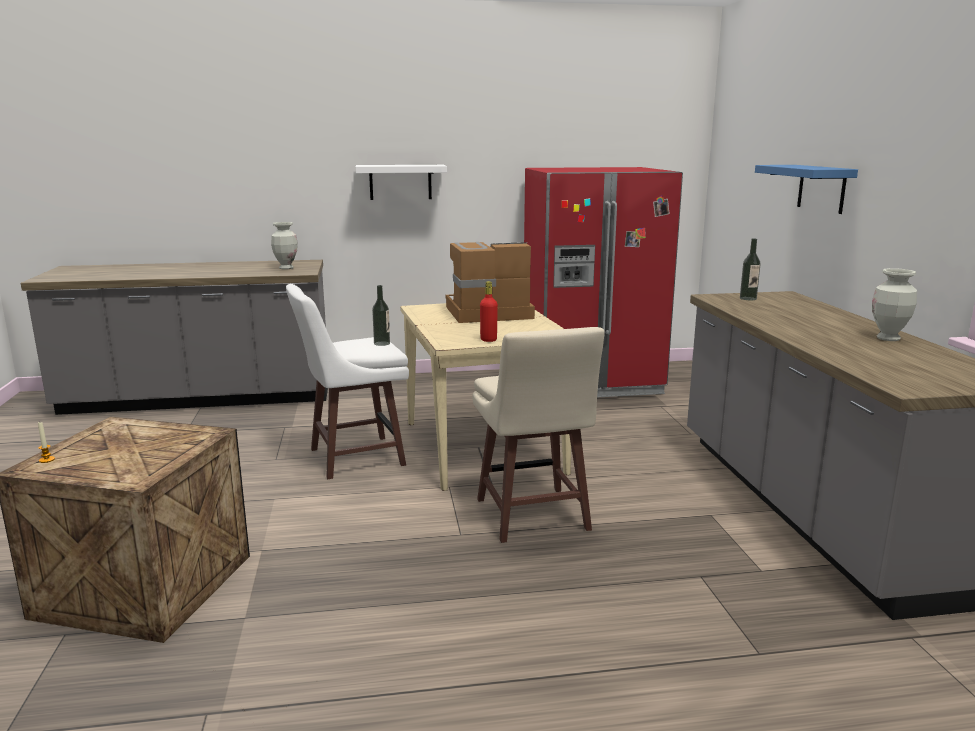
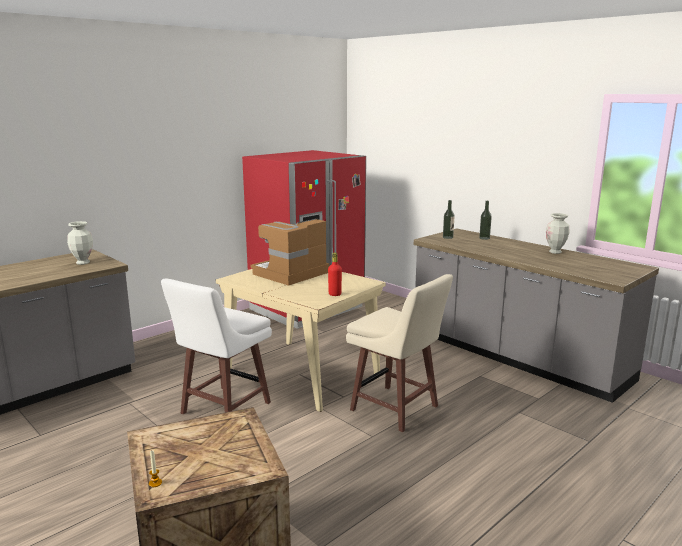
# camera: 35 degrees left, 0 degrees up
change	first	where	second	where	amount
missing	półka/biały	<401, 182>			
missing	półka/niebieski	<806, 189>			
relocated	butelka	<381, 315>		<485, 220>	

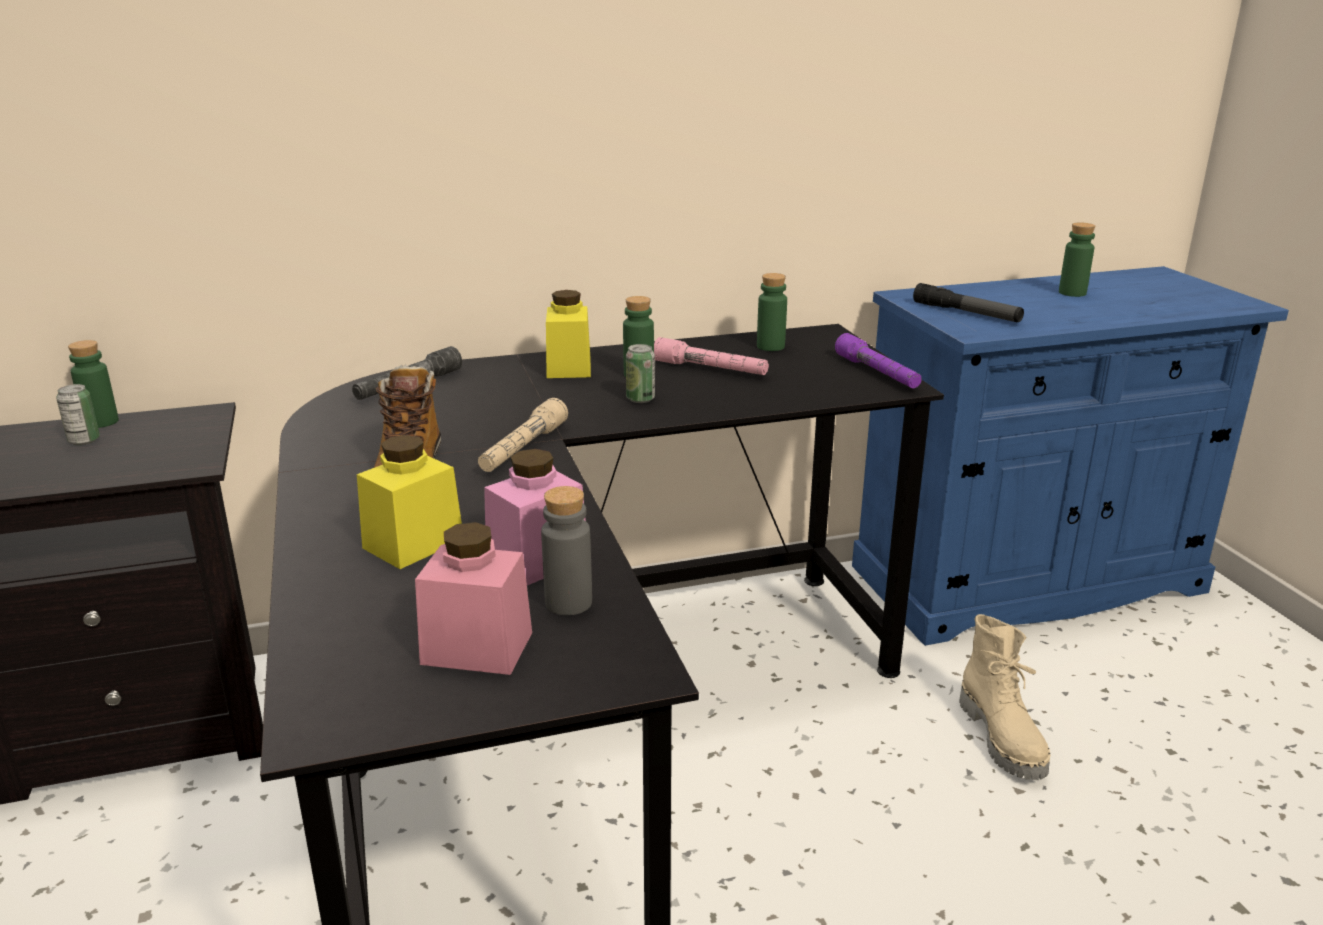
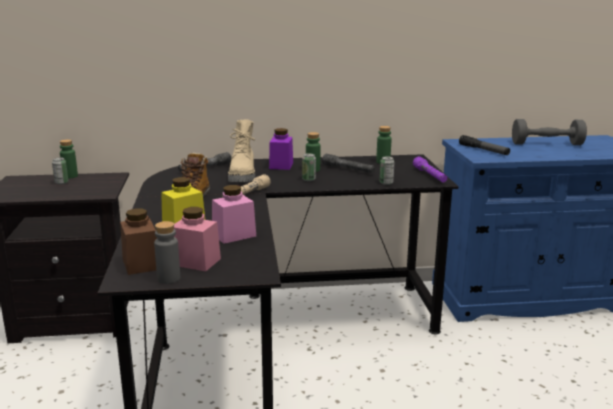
# camera: 10 degrees right, 5 degrees down
change	first	where	second	where	amount
appeared			słoik/brązowy	<138, 242>	
appeared			puszka	<387, 170>	
relocated	butelka/szary	<566, 550>		<167, 252>	
relocated	but z cholewką/beżowy	<1004, 697>		<242, 150>	
exchanged	butelka/zielony	<1077, 259>	hantel/szary	<549, 132>	
colour	słoik/żółty	<568, 334>	słoik/fioletowy	<281, 149>	
colour	latarka/różowy	<711, 356>	latarka/szary	<348, 163>	

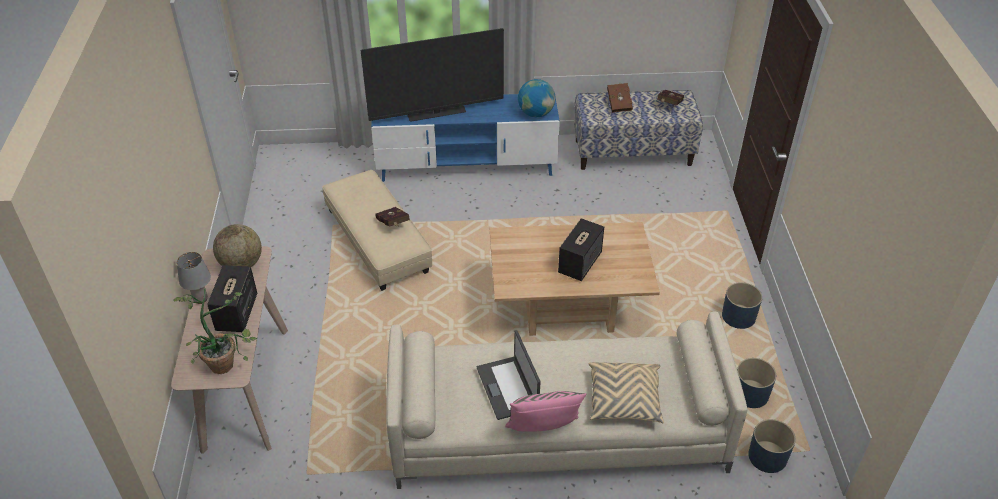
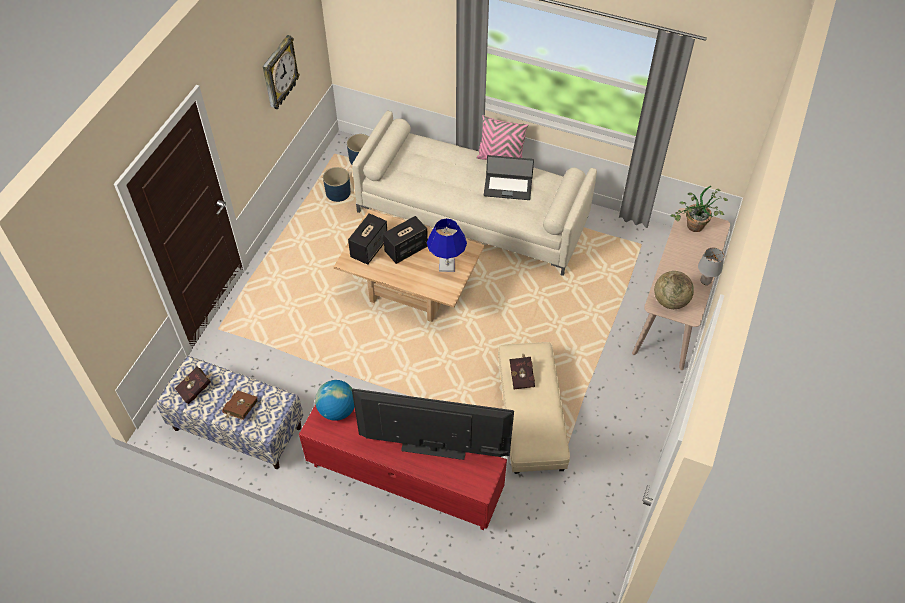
# camera: 155 degrees left, 10 degrees up
change	first	where	second	where	amount
missing	poduszka/beżowy	<626, 392>			
missing	donica/niebieski	<742, 305>			
appeared			zegar ścienny	<281, 72>	
appeared			lampa stołowa/niebieski	<447, 245>	
relocated	głośnik	<232, 298>		<367, 239>	
colour	szafka pod telewizor/niebieski	<465, 138>	szafka pod telewizor/czerwony	<403, 467>	
spun	laptop	<508, 375>		<509, 177>	90 degrees clockwise

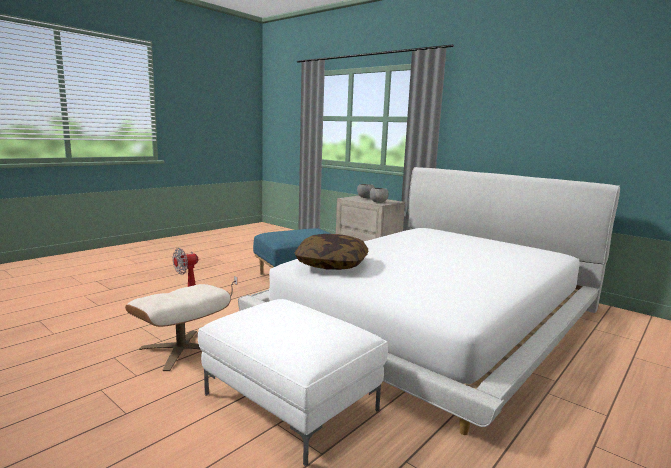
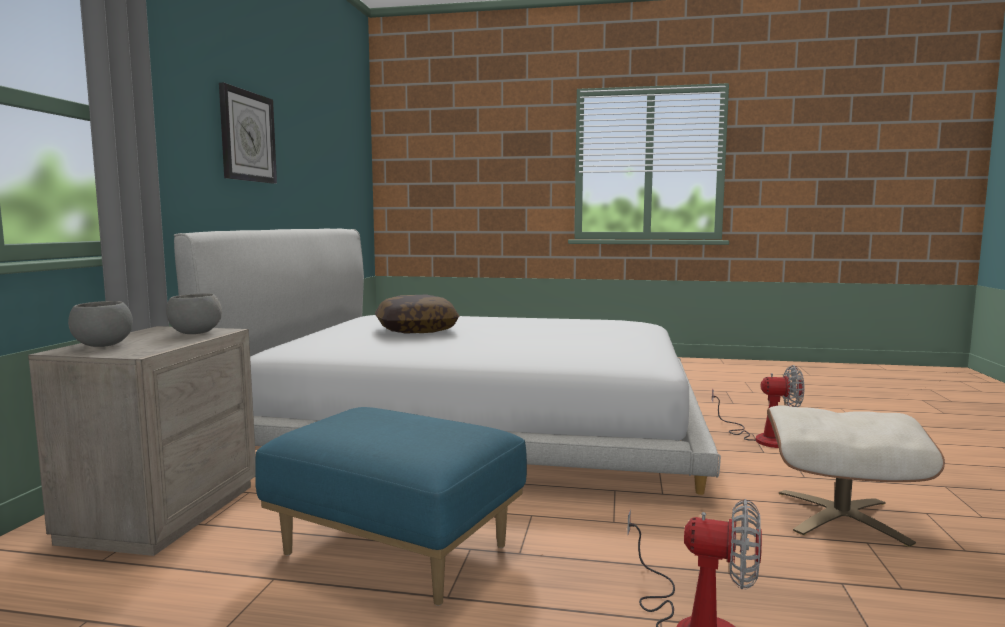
# camera: 120 degrees left, 5 degrees down
change	first	where	second	where	amount
appeared			zegar ścienny	<248, 133>	
relocated	poduszka	<331, 252>		<417, 314>	
exchanged	pufa/biały	<293, 382>	wentylator	<758, 406>	

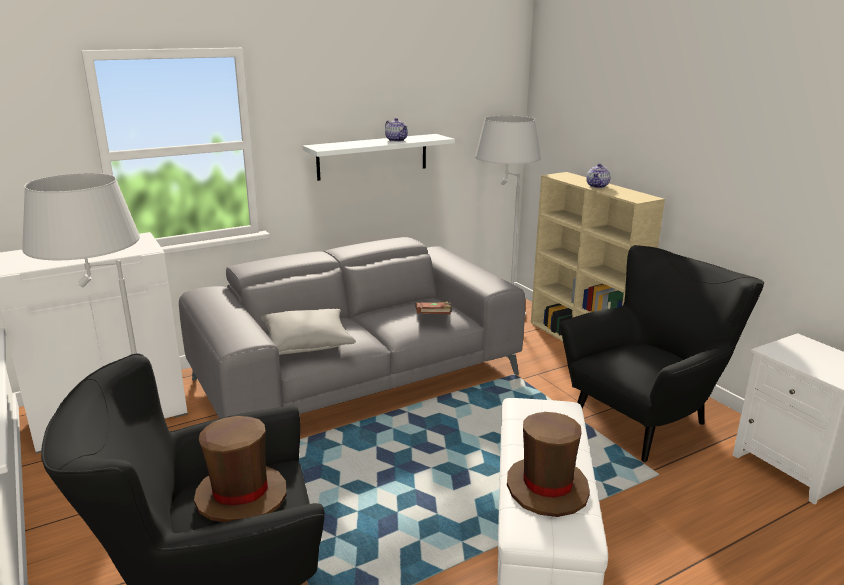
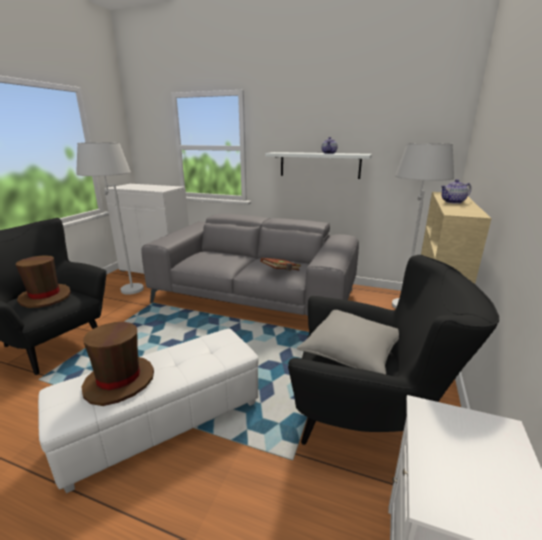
# camera: 50 degrees right, 0 degrees up
change	first	where	second	where	amount
relocated	poduszka/szary	<308, 332>		<348, 342>	

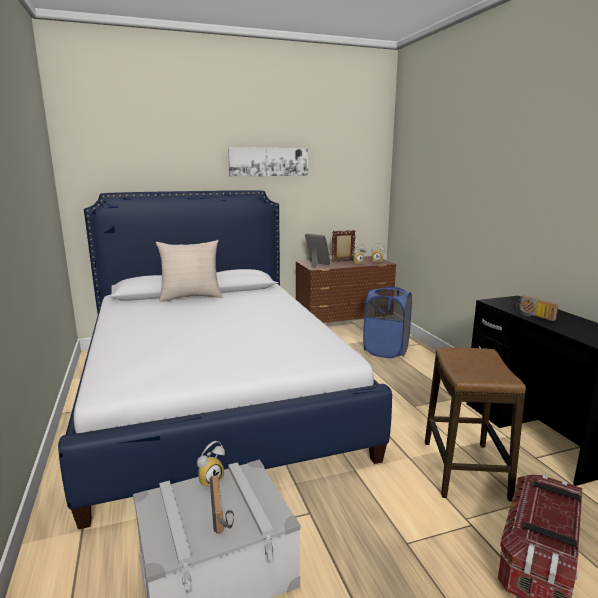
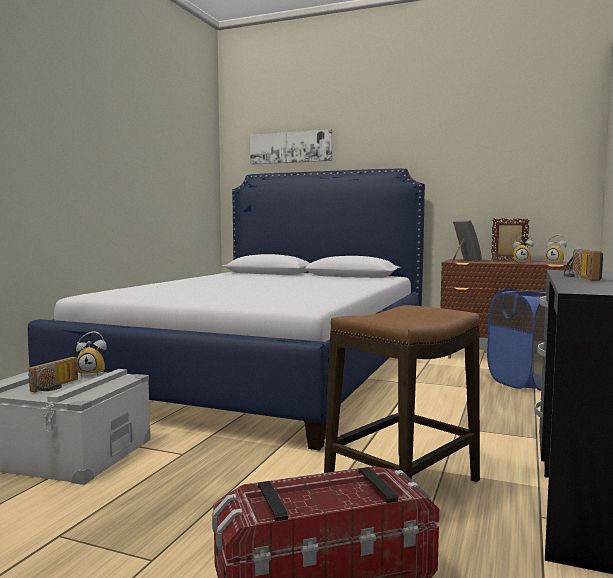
# camera: 40 degrees right, 10 degrees down
change	first	where	second	where	amount
missing	poduszka/beżowy	<189, 271>			
relocated	obraz	<268, 161>		<291, 147>	

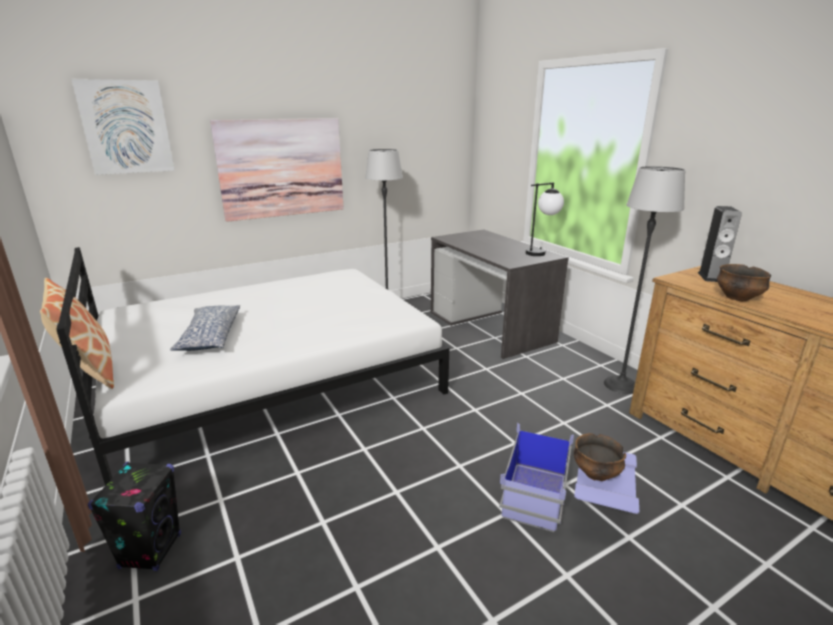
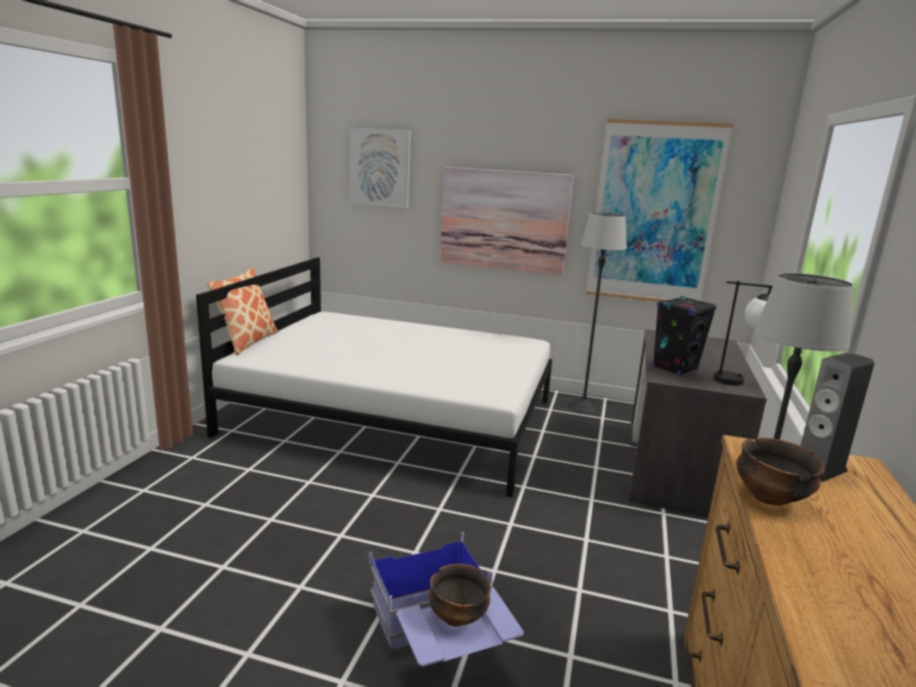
# camera: 45 degrees right, 5 degrees down
change	first	where	second	where	amount
missing	poduszka	<205, 328>			
appeared			obraz	<659, 210>	
relocated	głośnik/czarny	<134, 516>		<684, 336>	

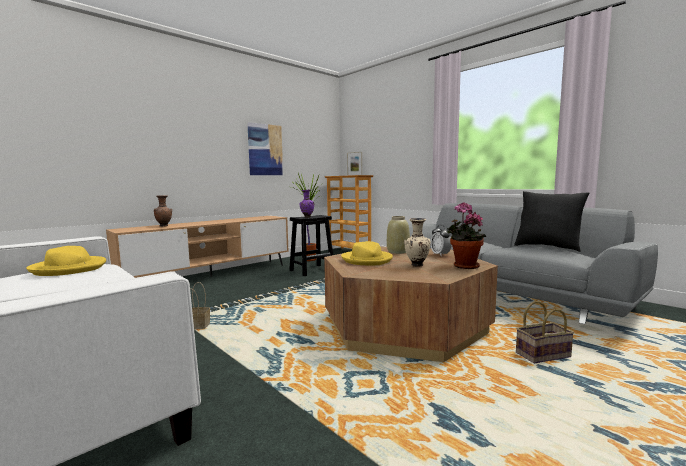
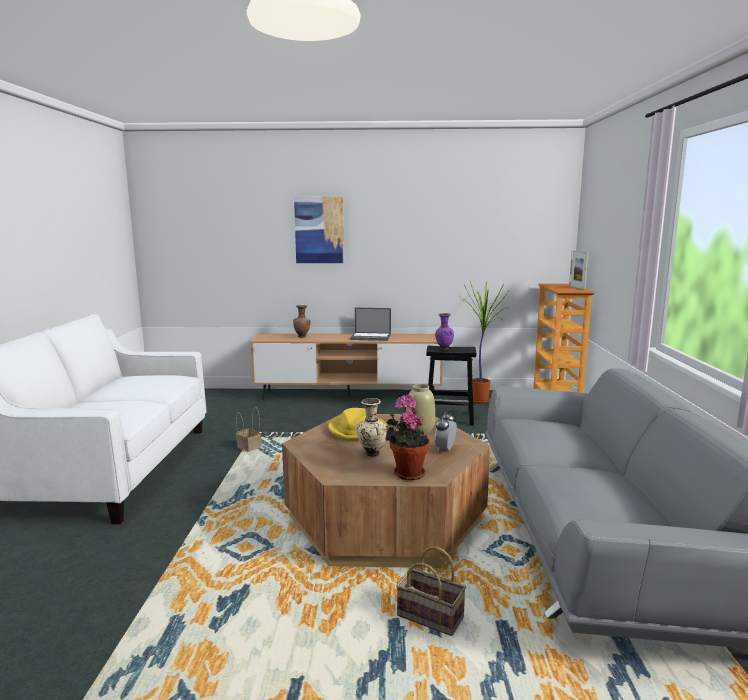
# camera: 45 degrees right, 5 degrees up
change	first	where	second	where	amount
missing	kapelusz/żółty	<66, 261>			
missing	poduszka/czarny	<551, 221>			
appeared			laptop	<370, 324>	
relocated	obraz	<265, 148>		<319, 229>	

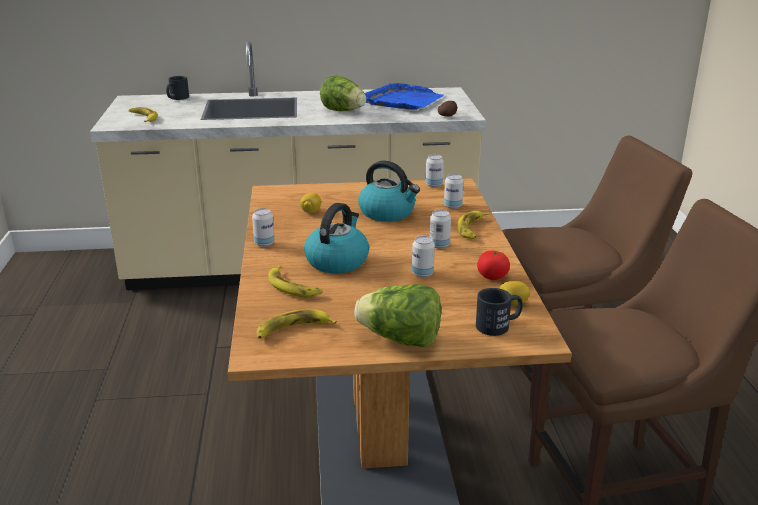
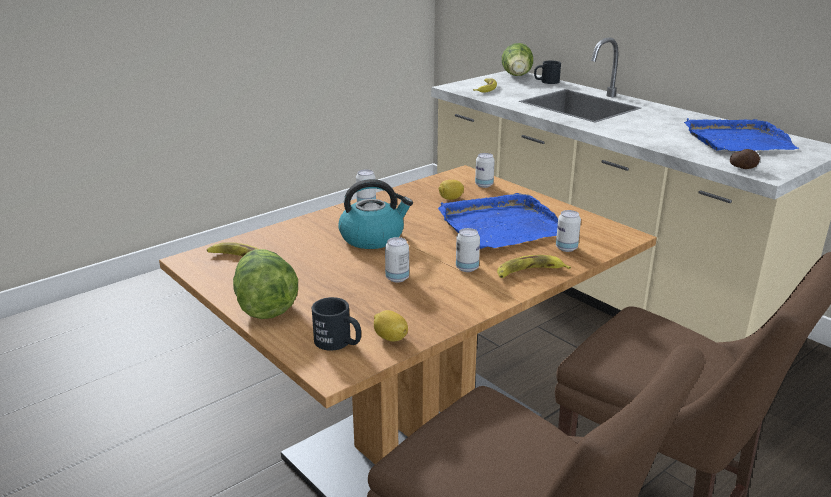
# camera: 55 degrees right, 0 degrees up
change	first	where	second	where	amount
missing	banan	<295, 281>			
missing	pomidor	<493, 265>			
relocated	sałata	<343, 93>		<517, 59>	
relocated	puszka	<435, 171>		<485, 170>	
exchanged	czajnik	<389, 191>	taca/niebieski	<498, 221>	

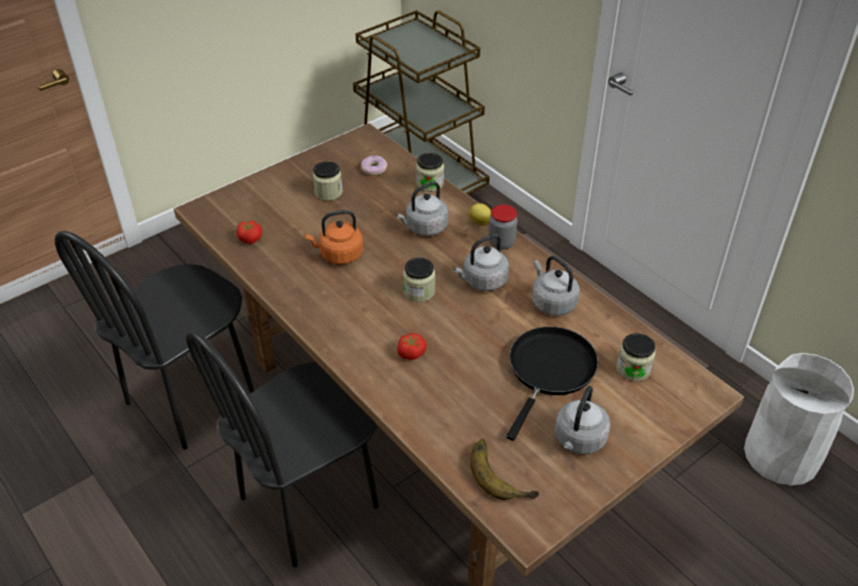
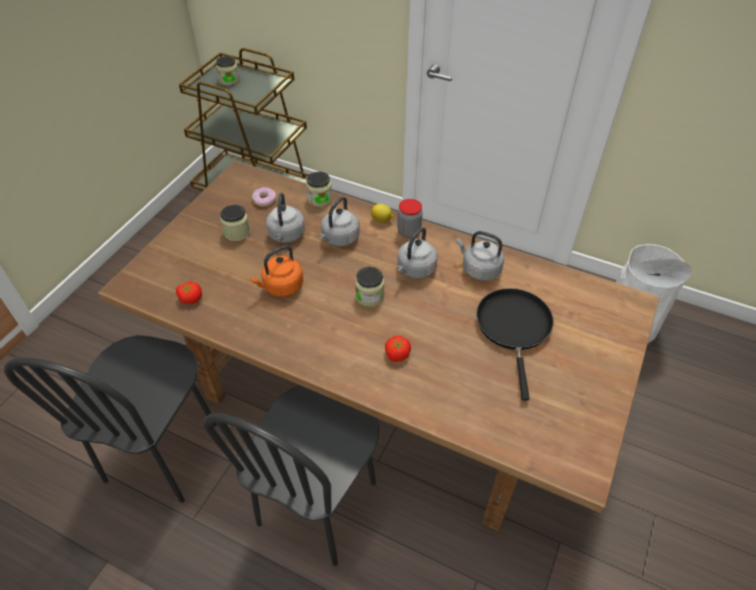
# camera: 25 degrees left, 5 degrees up
change	first	where	second	where	amount
missing	banan	<505, 469>			
relocated	czajnik/szary	<582, 420>		<285, 218>	
relocated	słoik	<636, 357>		<227, 71>	

